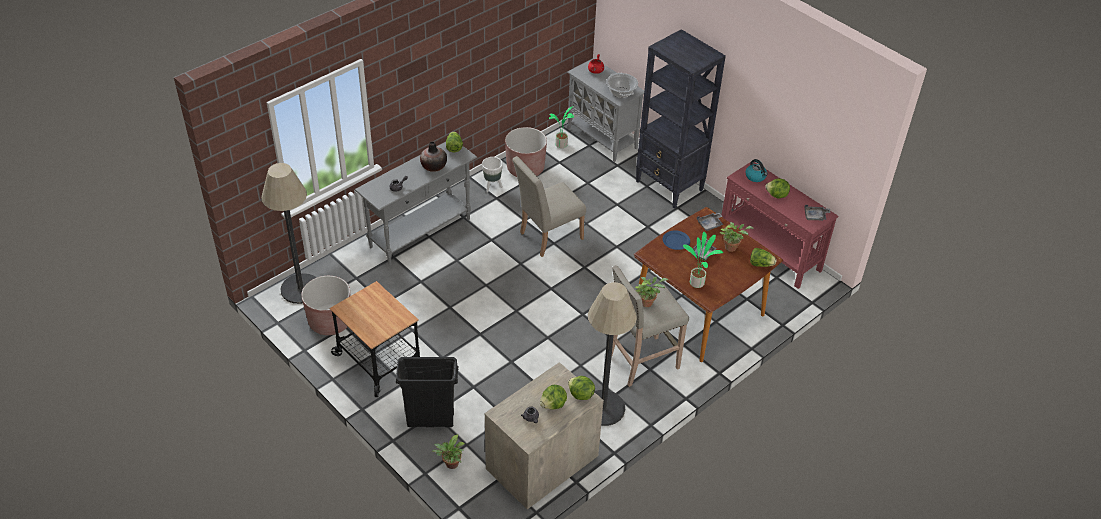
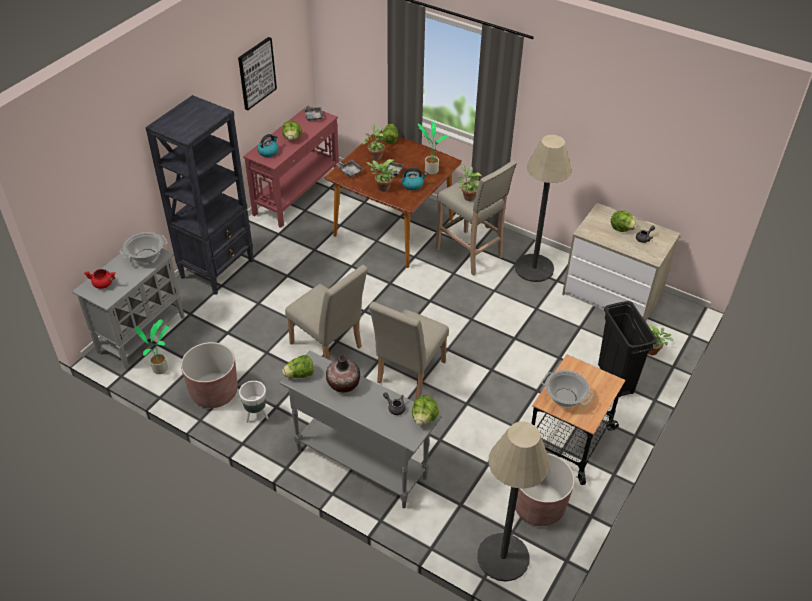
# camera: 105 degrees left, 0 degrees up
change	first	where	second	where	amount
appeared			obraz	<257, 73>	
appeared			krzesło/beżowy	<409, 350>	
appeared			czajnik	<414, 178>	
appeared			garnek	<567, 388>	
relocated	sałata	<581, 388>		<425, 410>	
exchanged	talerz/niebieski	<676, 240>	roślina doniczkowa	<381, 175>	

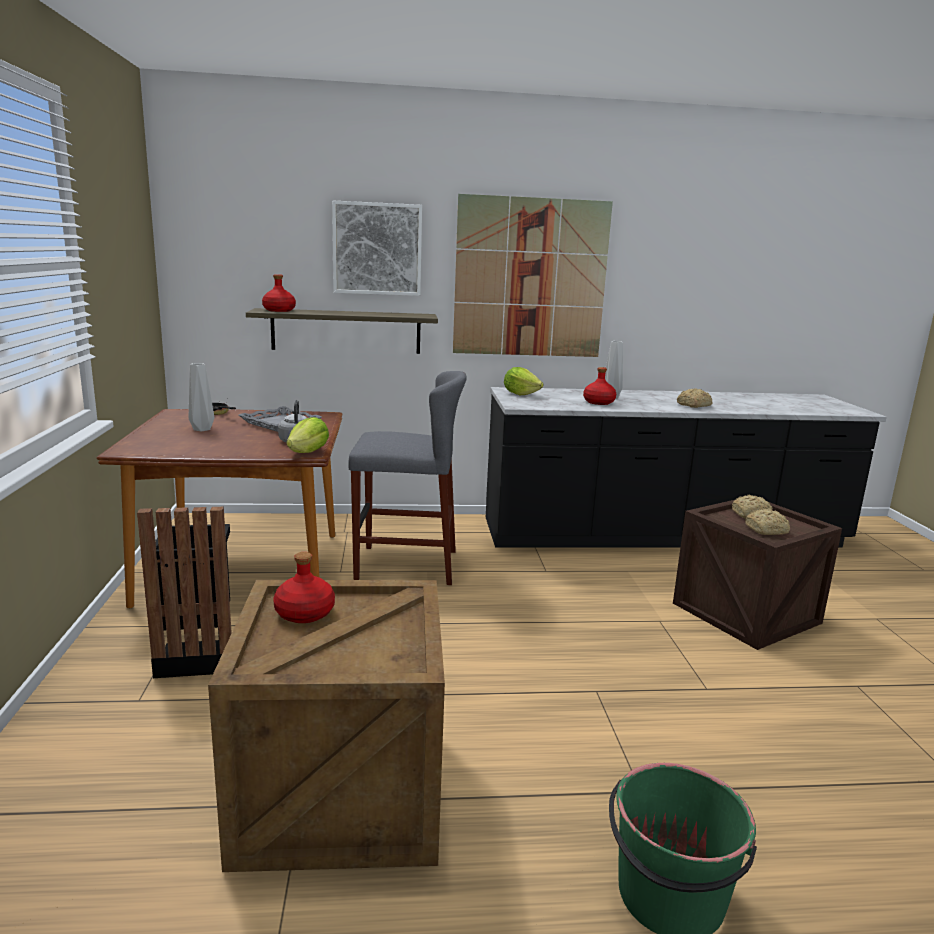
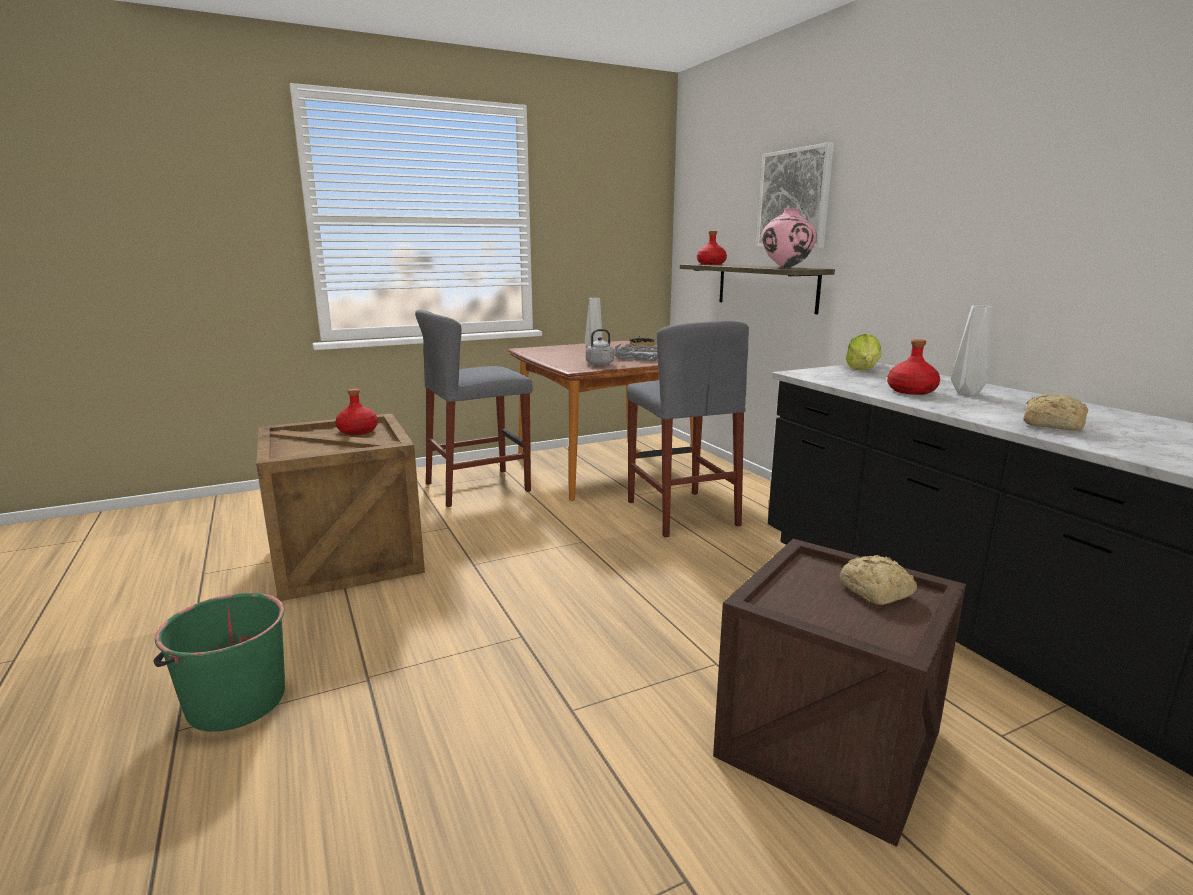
# camera: 70 degrees right, 0 degrees up
change	first	where	second	where	amount
missing	sałata	<307, 435>			
missing	obraz	<533, 275>			
missing	chleb	<767, 521>			
appeared			wazon/różowy	<789, 238>	
exchanged	kosz na śmieci/czarny	<184, 592>	stołek/szary	<474, 408>	

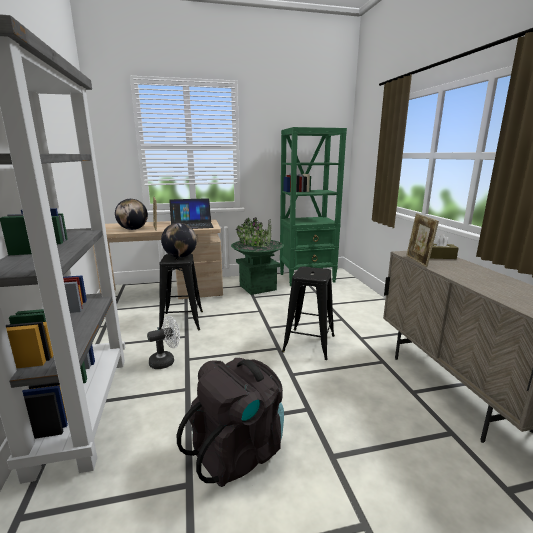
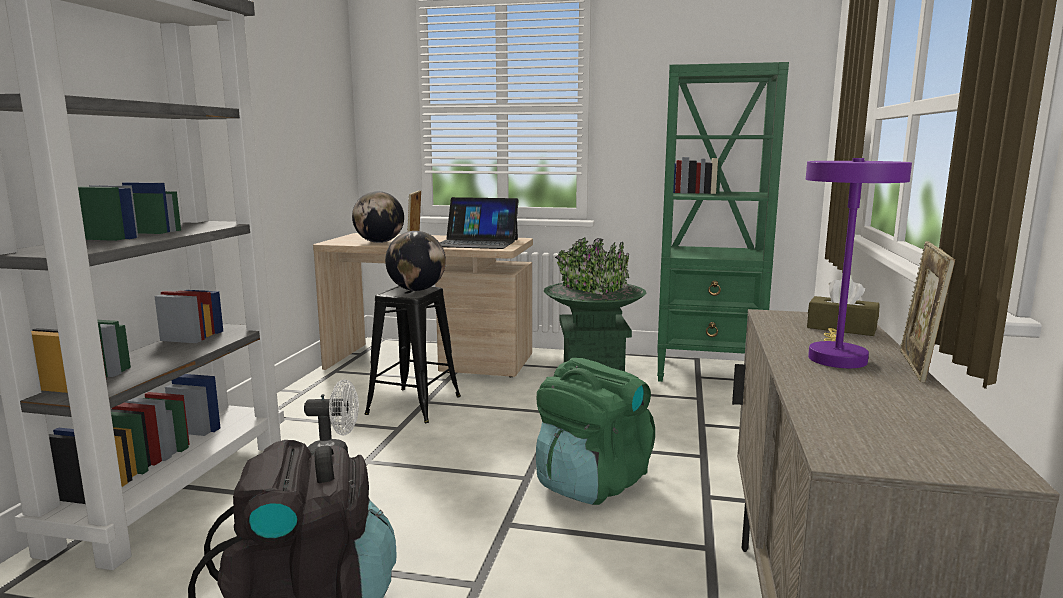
# camera: 25 degrees right, 5 degrees down
change	first	where	second	where	amount
appeared			lampa stołowa/fioletowy	<859, 263>	
relocated	ramka na zdjęcie	<422, 240>		<927, 312>	
exchanged	stołek/czarny	<308, 313>	plecak/zielony	<595, 431>	

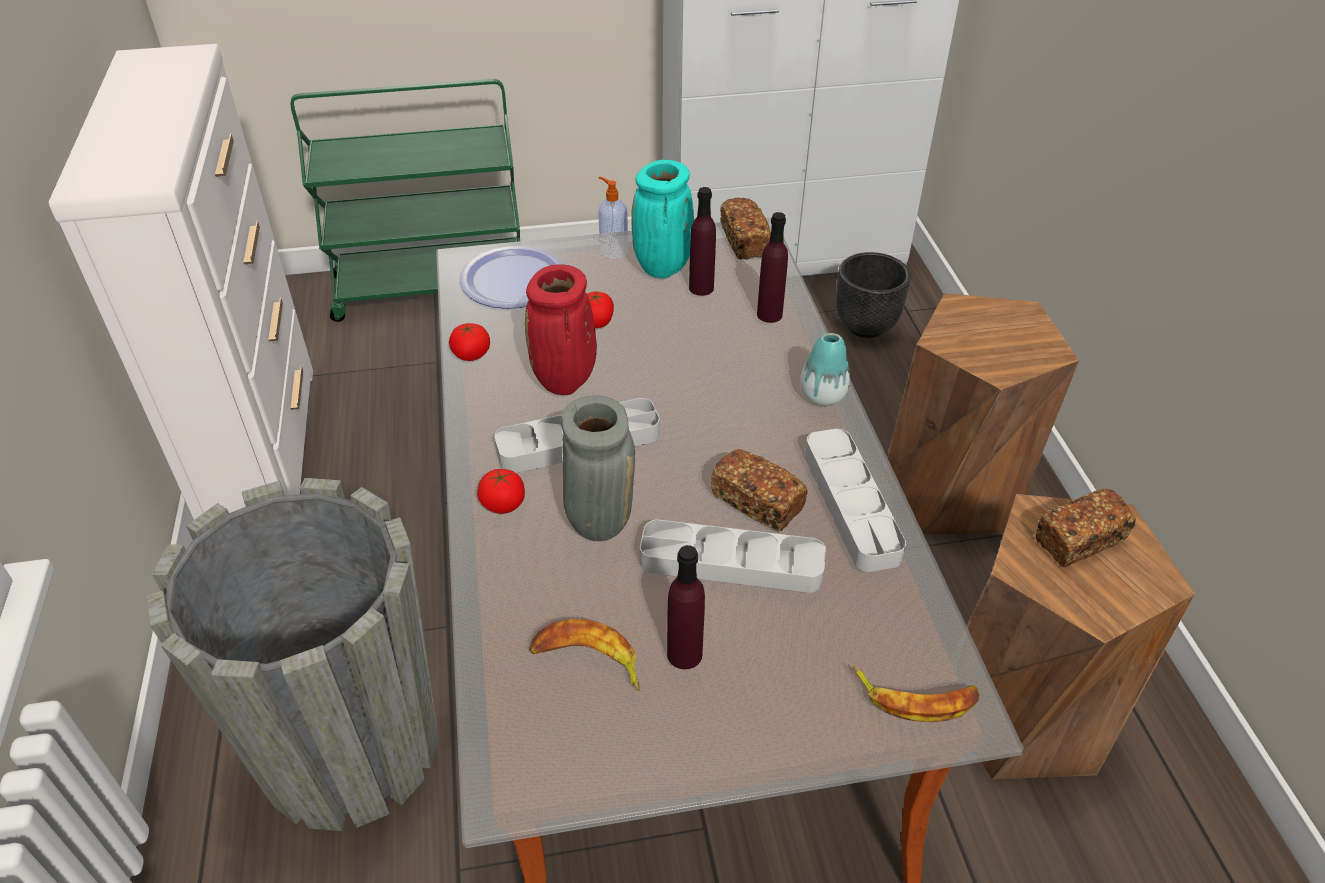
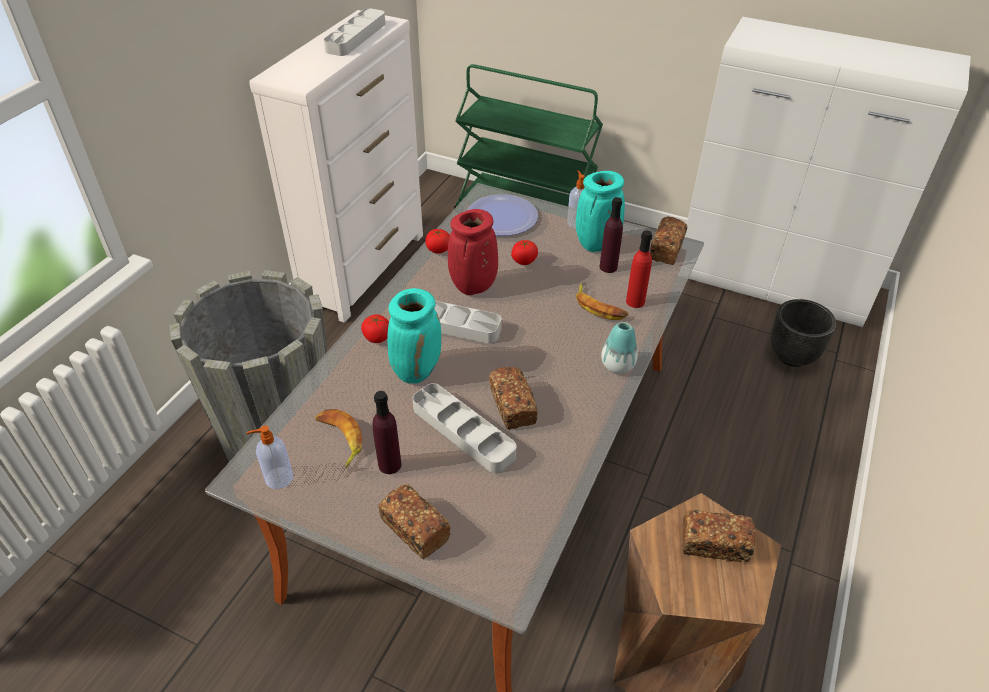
# camera: 35 degrees right, 0 degrees up
change	first	where	second	where	amount
missing	stołek/brązowy	<983, 413>			
appeared			dozownik mydła	<270, 457>	
appeared			chleb	<414, 521>	
relocated	taca/szary	<855, 500>		<355, 32>	
relocated	banan	<916, 693>		<602, 301>	
colour	wazon/szary	<598, 468>	wazon/turkusowy	<414, 336>	
colour	butelka/fioletowy	<772, 267>	butelka/czerwony	<639, 269>	

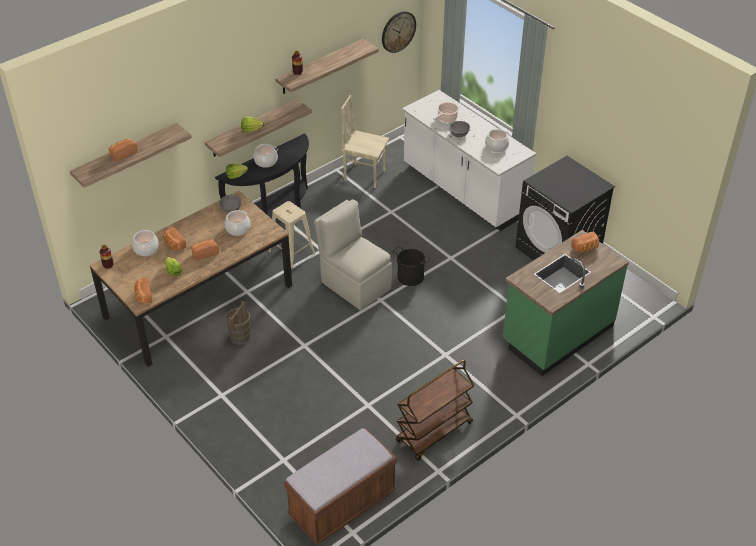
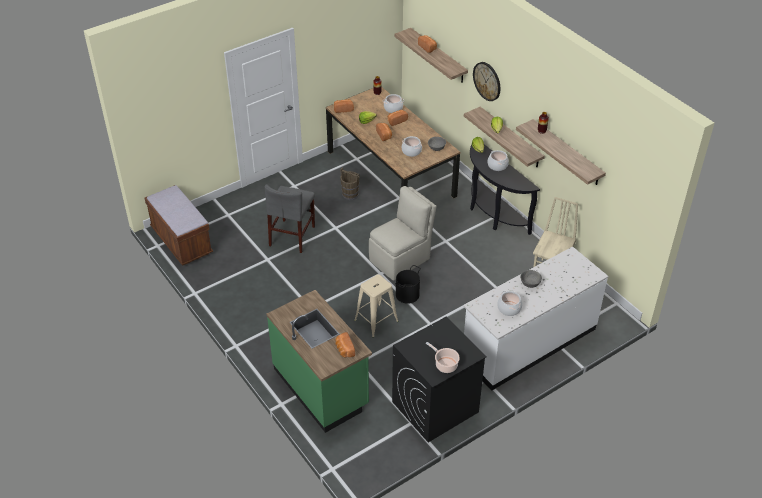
# camera: 95 degrees right, 0 degrees up
change	first	where	second	where	amount
missing	wózek/brązowy	<435, 410>			
appeared			krzesło/szary	<290, 218>	
relocated	stołek/beżowy	<292, 235>		<376, 306>	
relocated	zegar ścienny	<399, 32>		<486, 81>	
relocated	garnek	<446, 112>		<443, 357>	

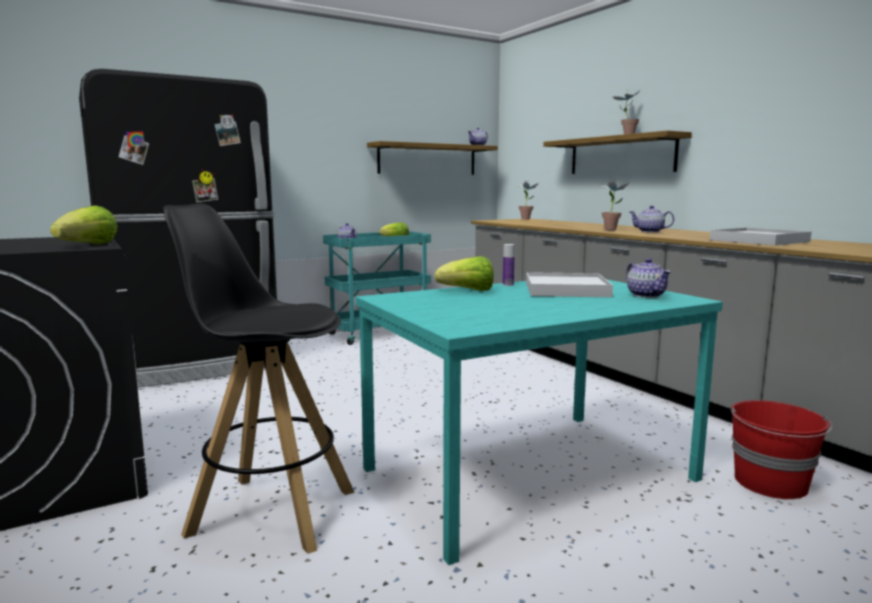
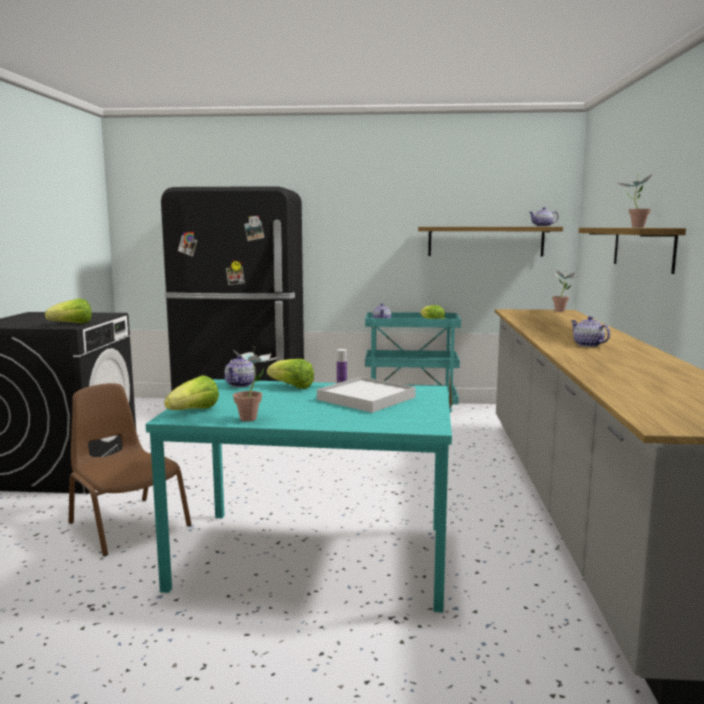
# camera: 35 degrees right, 0 degrees up
change	first	where	second	where	amount
missing	taca/biały	<761, 237>			
missing	wiadro/czerwony	<782, 449>			
appeared			sałata	<191, 392>	
relocated	roślina doniczkowa	<614, 204>		<255, 384>	
relocated	imbryk	<648, 278>		<240, 371>	
exchanged	stołek/czarny	<259, 378>	krzesło/brązowy	<130, 469>	

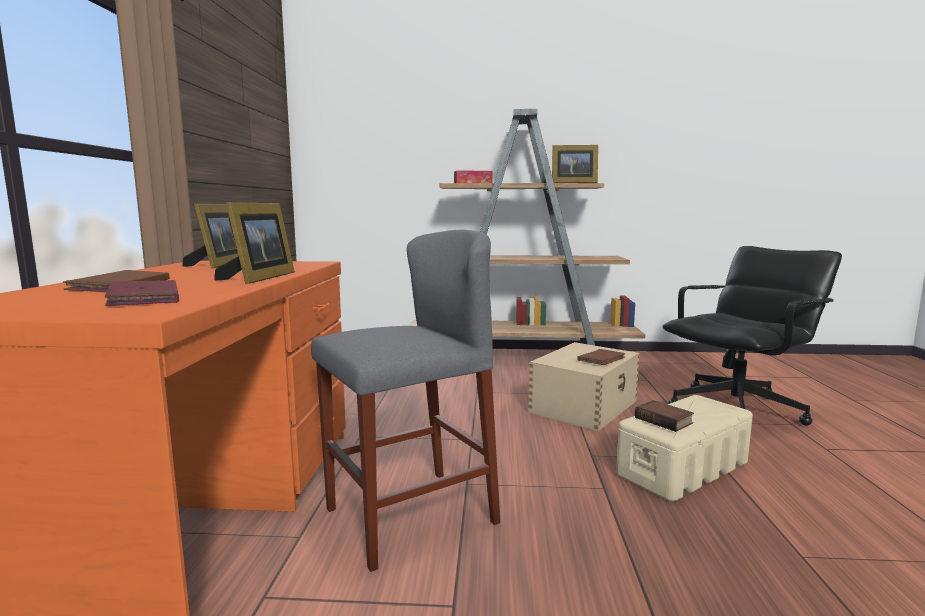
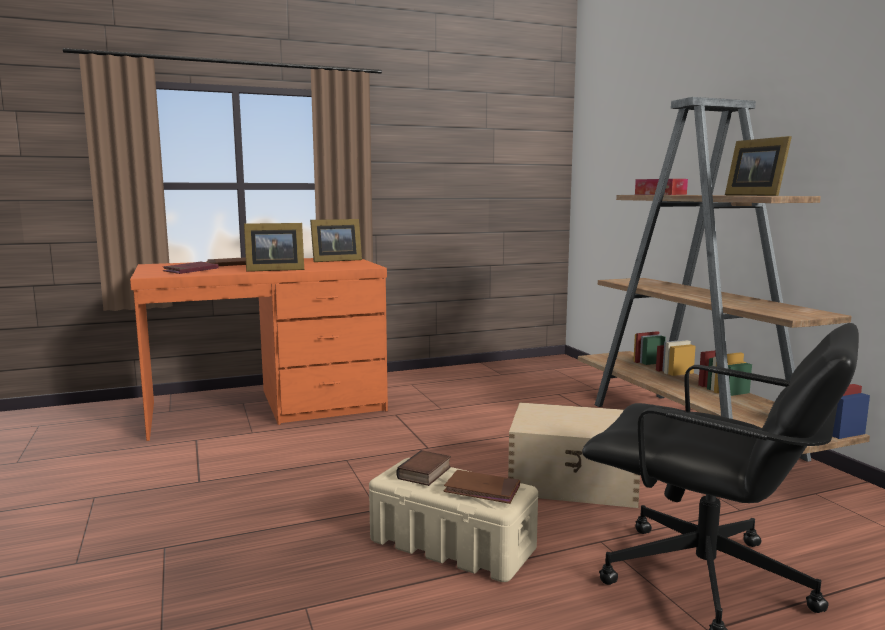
# camera: 65 degrees right, 0 degrees up
change	first	where	second	where	amount
missing	stołek/szary	<405, 401>			
relocated	książka/brązowy	<601, 357>		<482, 487>	

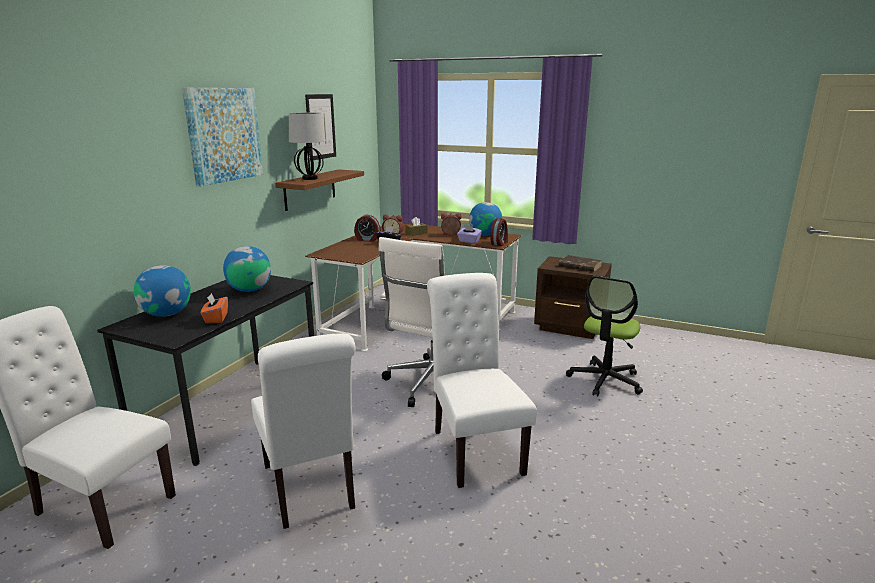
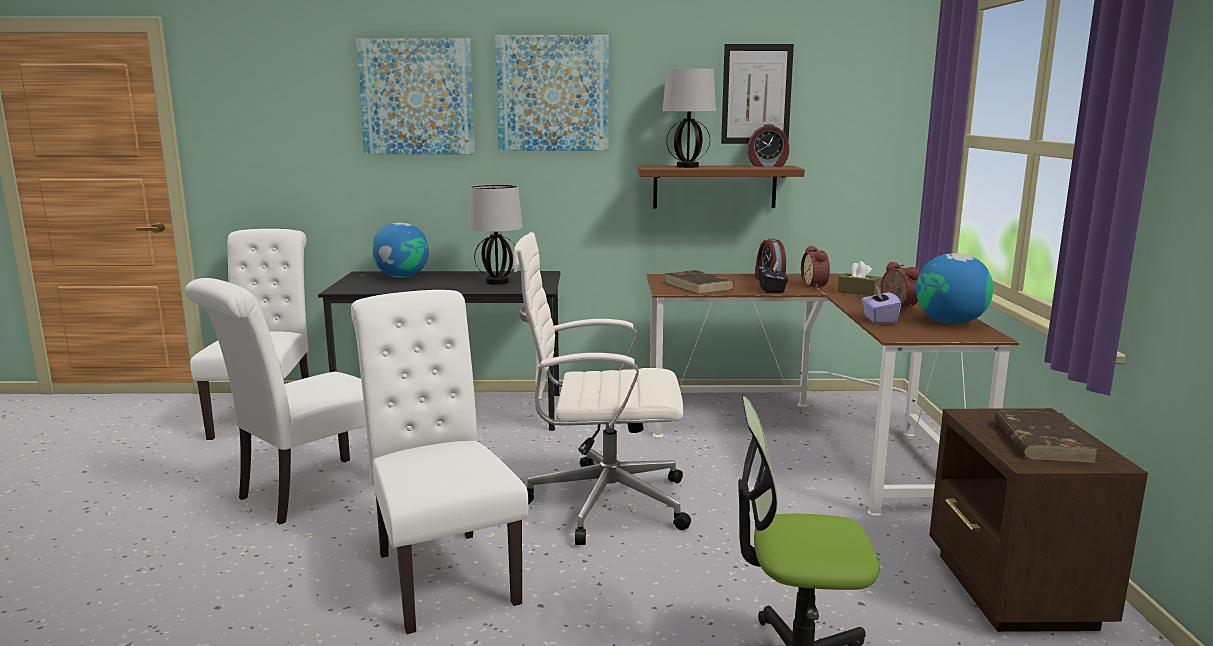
# camera: 65 degrees right, 5 degrees down
change	first	where	second	where	amount
missing	pudełko chusteczek/pomarańczowy	<214, 308>			
appeared			obraz	<415, 96>	
appeared			książka/brązowy	<699, 282>	
relocated	budzik	<499, 232>		<768, 145>	
exchanged	globus	<247, 269>	lampa stołowa	<495, 234>	
spun	krzesło/biały	<482, 380>		<439, 462>	75 degrees counterclockwise

